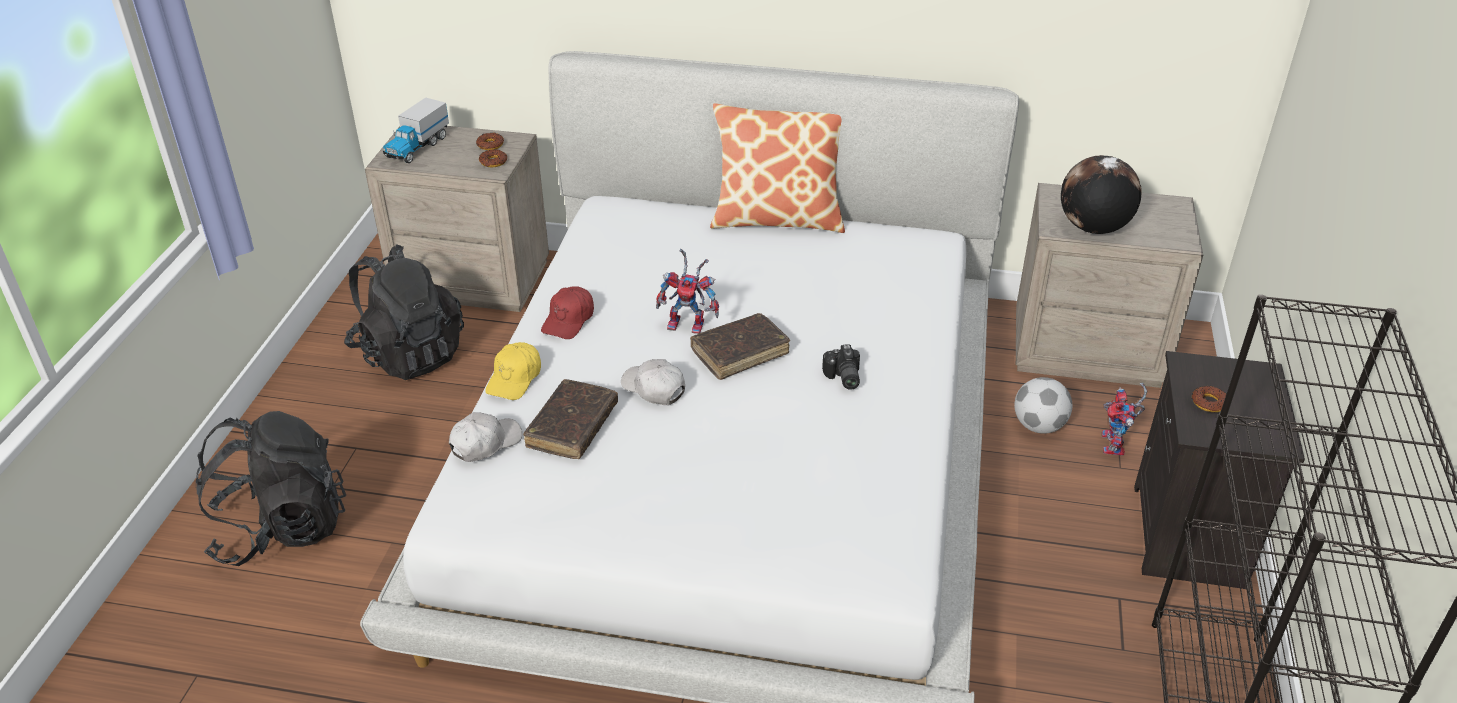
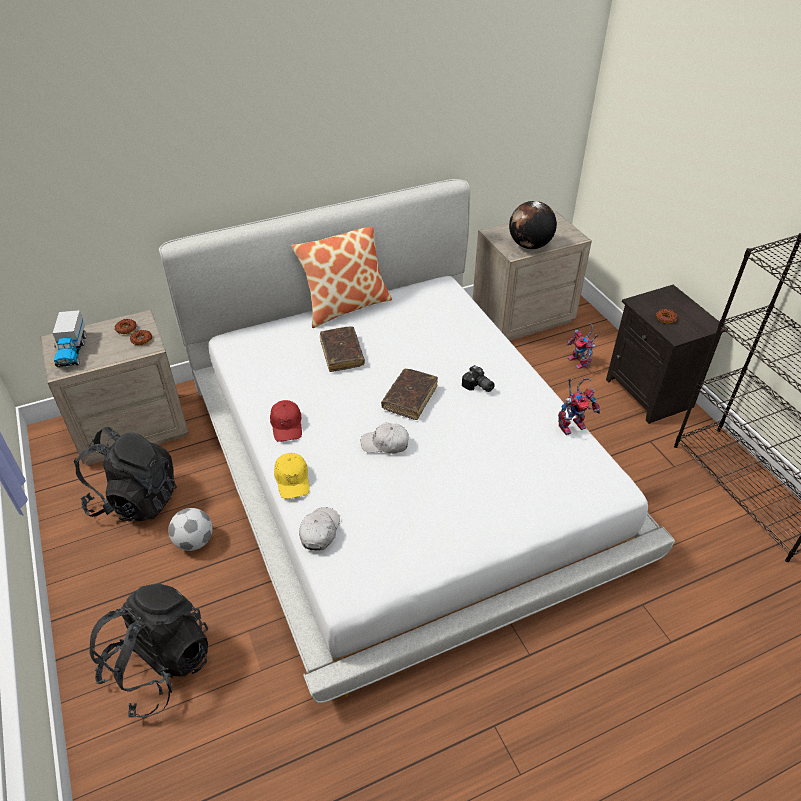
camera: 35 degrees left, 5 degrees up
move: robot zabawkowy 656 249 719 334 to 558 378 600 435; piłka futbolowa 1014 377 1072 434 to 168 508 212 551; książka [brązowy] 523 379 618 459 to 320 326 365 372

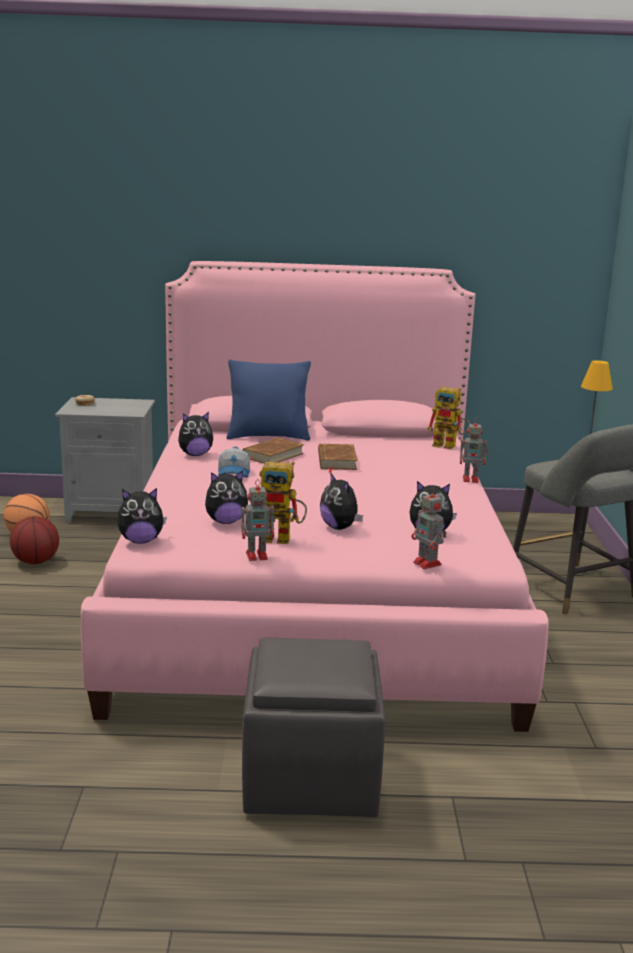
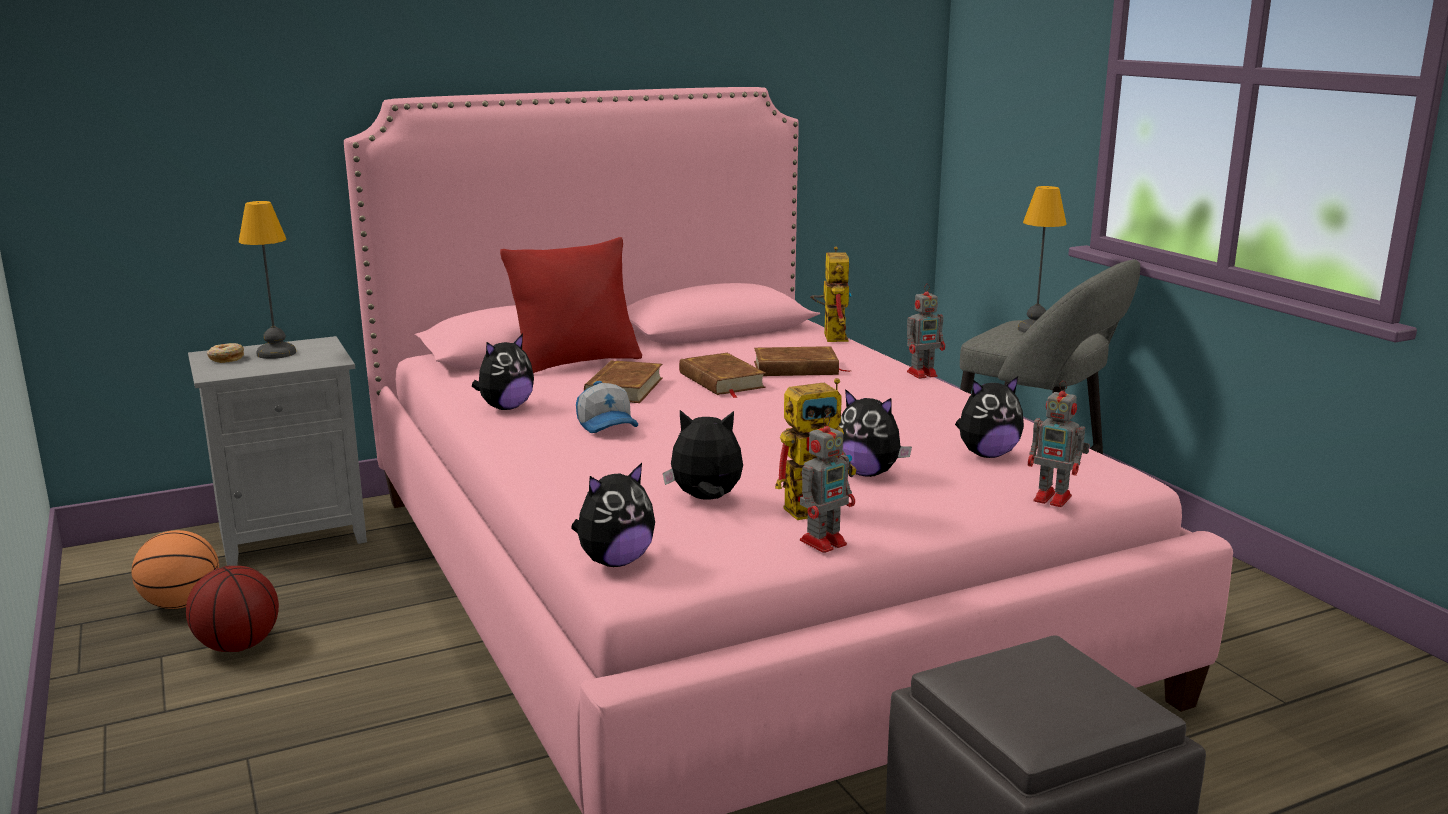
camera: 25 degrees left, 0 degrees up
insert: lampa stołowa 239 201 296 359; książka [brązowy] 754 346 851 376
recolor: poduszka [niebieski] 227 359 311 440 to poduszka [czerwony] 500 237 642 373
rotate: robot zabawkowy 427 387 470 449 = 810 247 852 342 90 degrees counterclockwise; pluszak 205 470 248 524 = 663 410 743 500 135 degrees counterclockwise

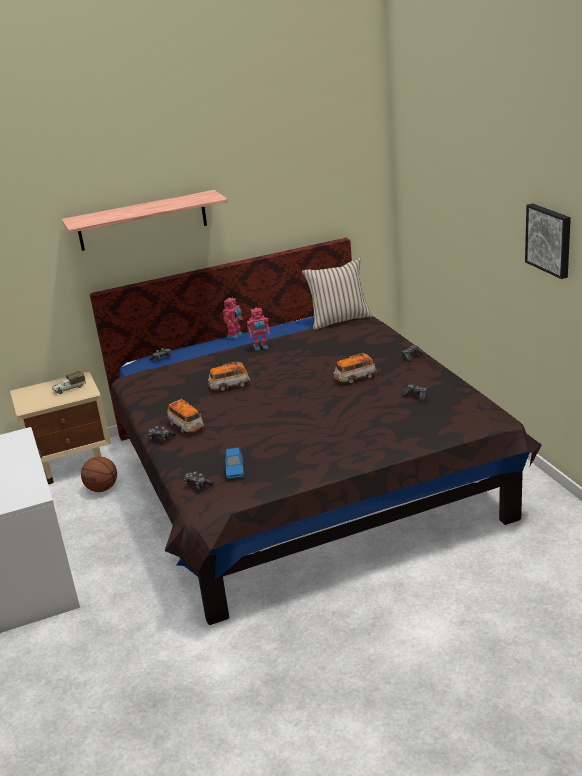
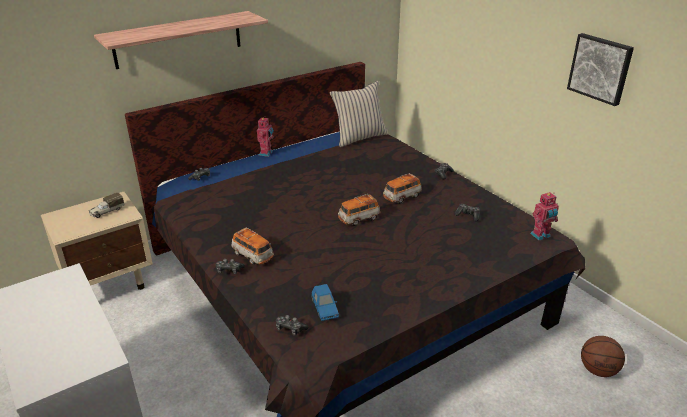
camera: 15 degrees left, 5 degrees up
move: robot zabawkowy 247 307 270 351 to 530 192 559 240; samochodzik 208 361 250 392 to 338 194 381 226; piłka do koszykówki 81 456 117 492 to 581 336 625 377

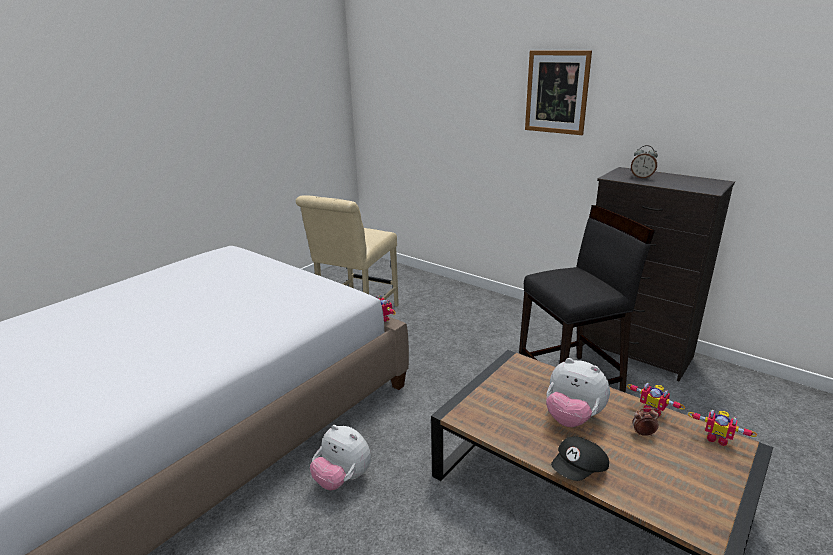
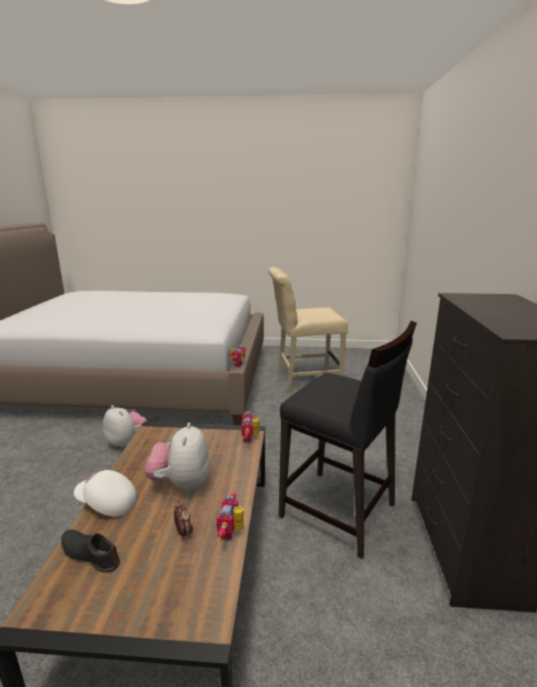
camera: 55 degrees right, 5 degrees down
delete: obraz 525 50 592 135; budzik 631 145 658 179
insert: but [czarny] 61 530 120 572
move: robot zabawkowy 688 410 757 446 to 241 411 259 443
recolor: czapka z daszkiem [czarny] 551 436 609 481 to czapka z daszkiem [biały] 74 470 137 516
rotate: pluszak 310 425 371 491 = 103 405 147 448 135 degrees clockwise

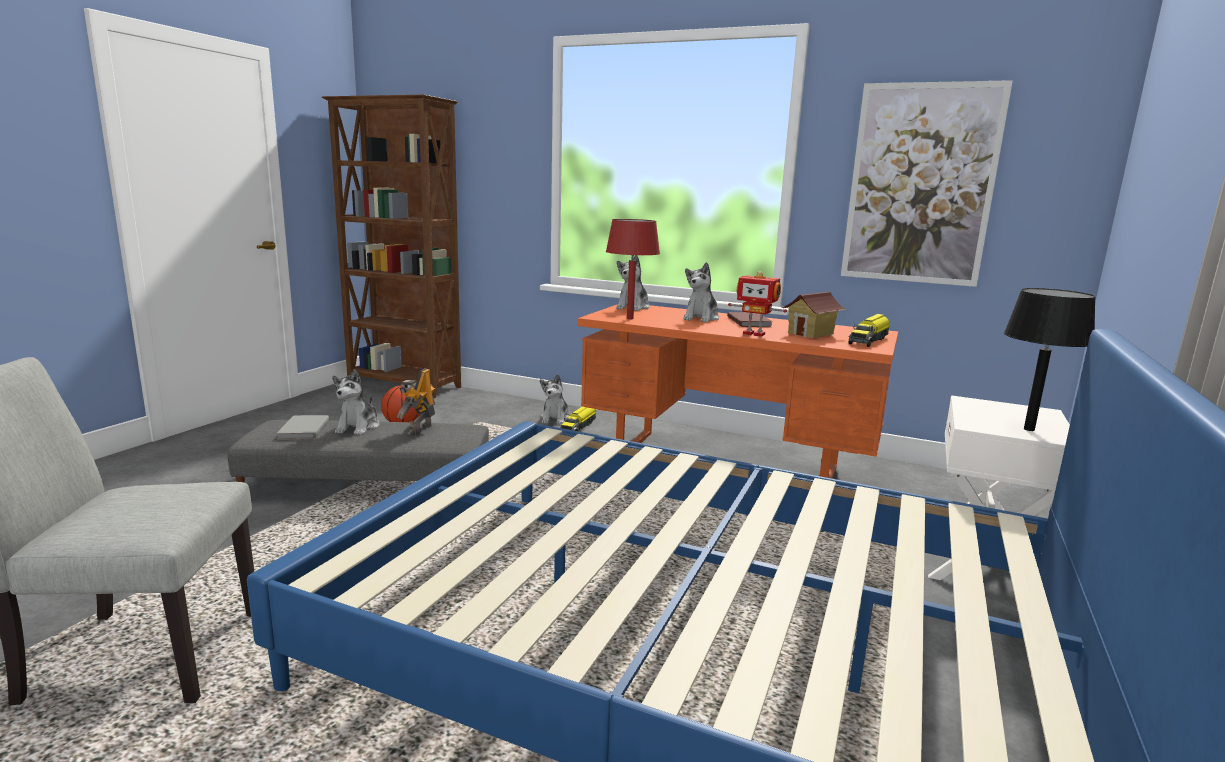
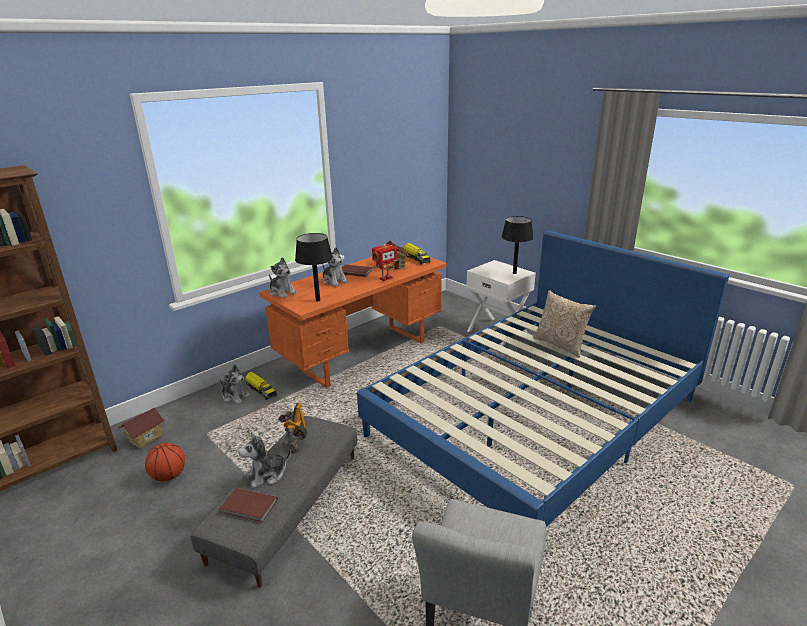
camera: 65 degrees left, 10 degrees up
delete: obraz 841 80 1013 287
insert: poduszka 533 290 596 358; domek 118 407 165 449
recolor: lampa stołowa [czerwony] 606 219 660 319 to lampa stołowa [czarny] 295 233 333 301; książka [szary] 276 415 329 440 to książka [brązowy] 220 488 278 523
rotate: robot zabawkowy 397 368 435 436 = 278 403 308 454 60 degrees clockwise; pluszak 332 369 379 435 = 238 432 291 488 120 degrees clockwise

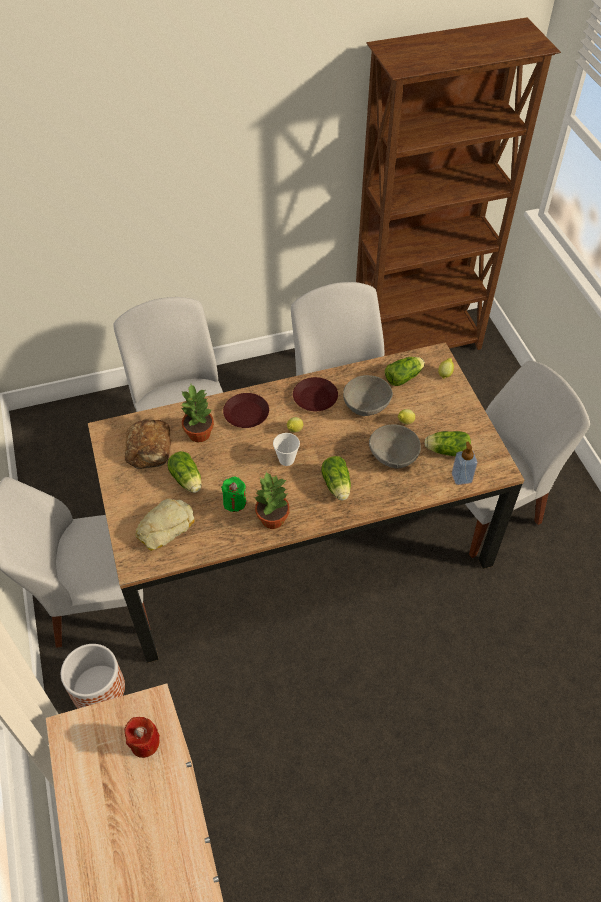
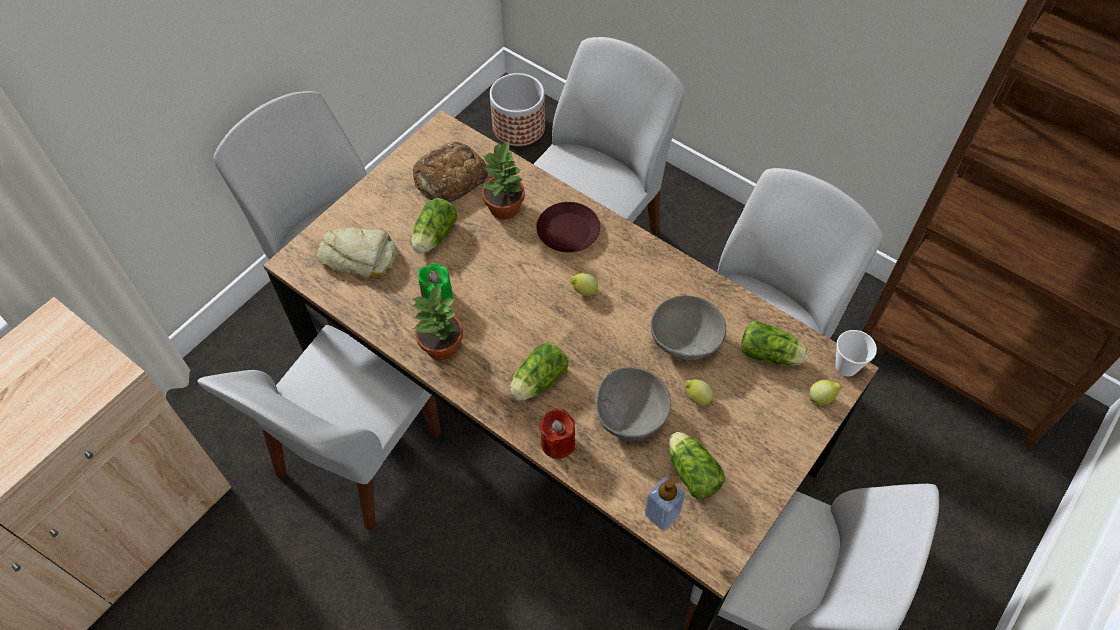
camera: 55 degrees right, 5 degrees up
delete: talerz [brązowy] 293 377 338 411
insert: krzesło [biały] 197 325 441 531
move: filiżanka 273 433 300 466 to 835 330 877 376; donica 61 644 125 709 to 490 73 545 147; świeca [czerwony] 124 717 160 758 to 539 408 575 459

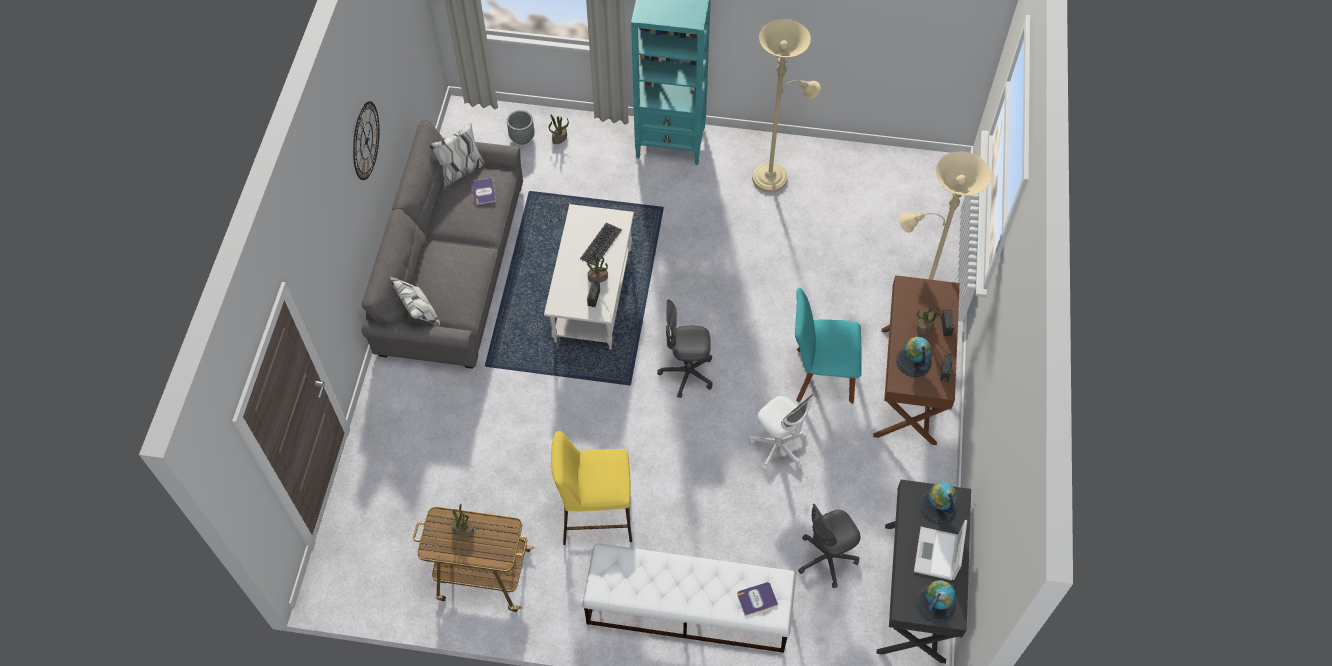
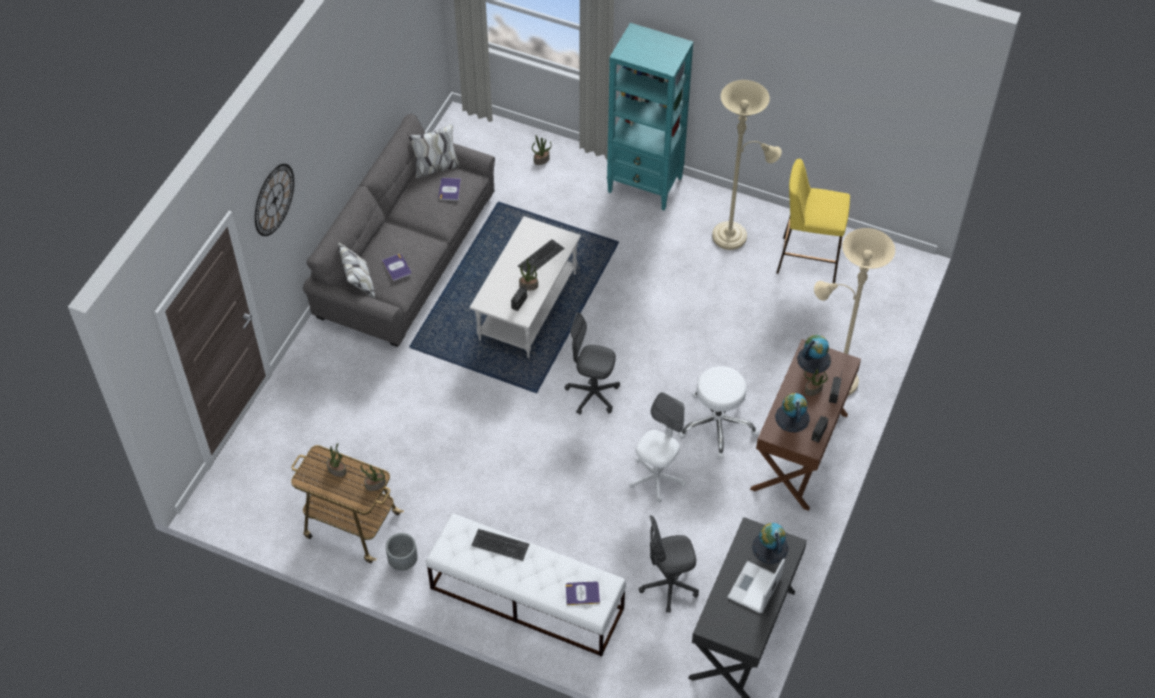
camera: 15 degrees right, 5 degrees down
insert: książka 382 254 411 281; roślina doniczkowa 361 465 386 491; klawiatura 471 529 529 561
move: zegar ścienny 353 101 380 180 to 255 164 294 236; donica [szary] 507 110 535 145 to 386 533 418 571; stołek [żółty] 551 431 632 545 to 776 159 850 283; globus 916 580 956 623 to 797 335 831 373
replace: krzesło [turkusowy] 795 288 862 404 to stołek [biały] 678 366 759 459
rotate: krzesło biurowe [biały] 749 394 814 471 = 630 392 686 503 120 degrees counterclockwise

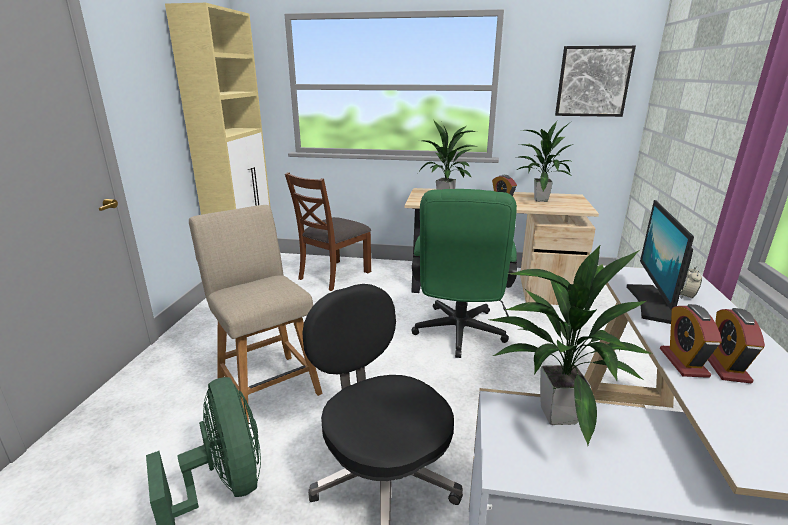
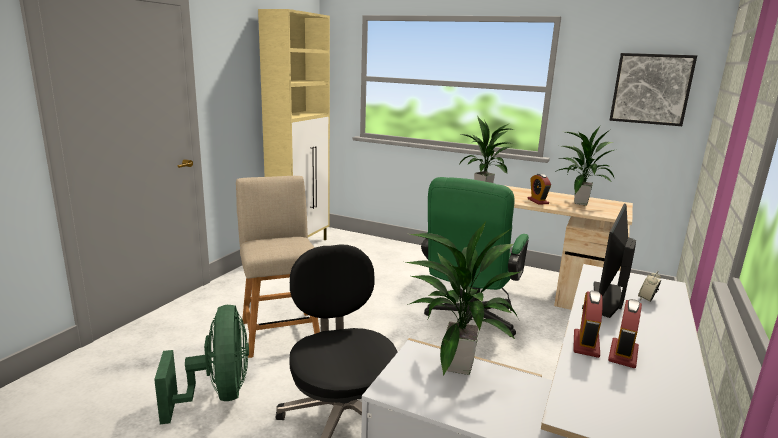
camera: 15 degrees right, 5 degrees down
delete: krzesło [brązowy] 285 172 371 291

